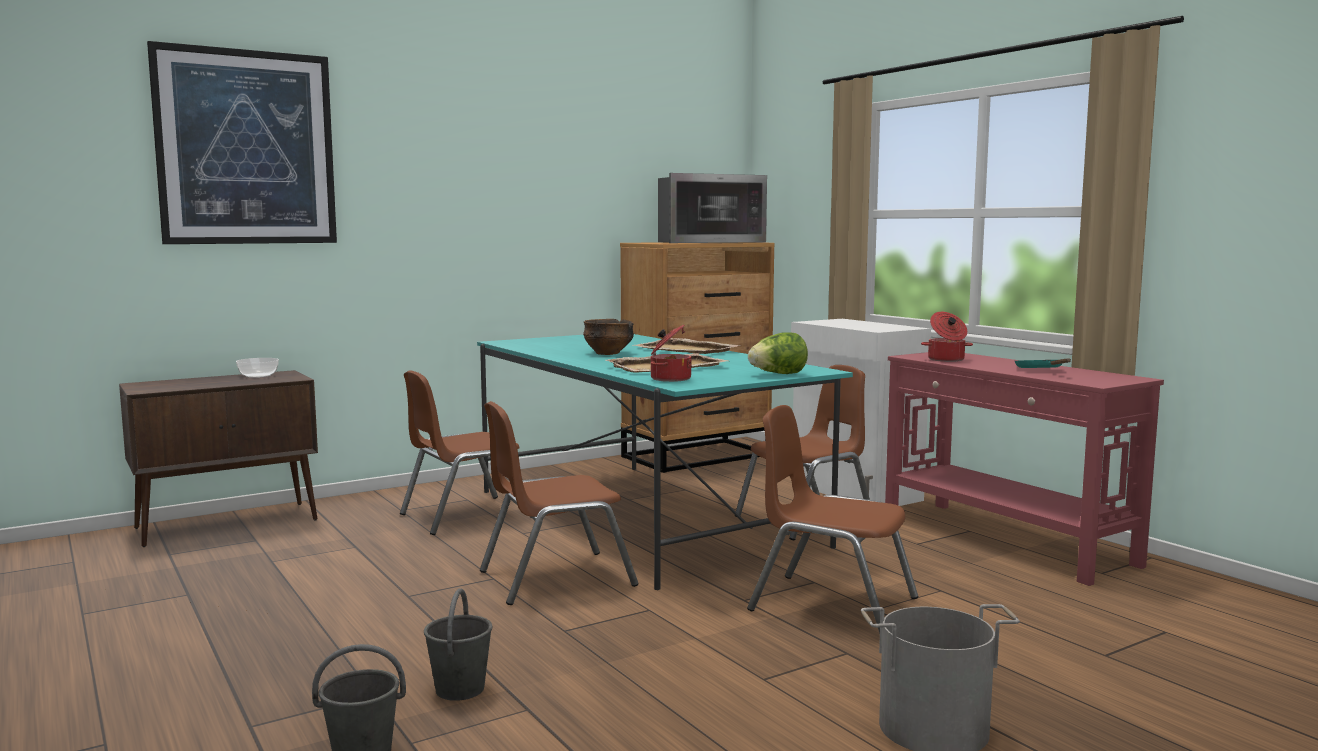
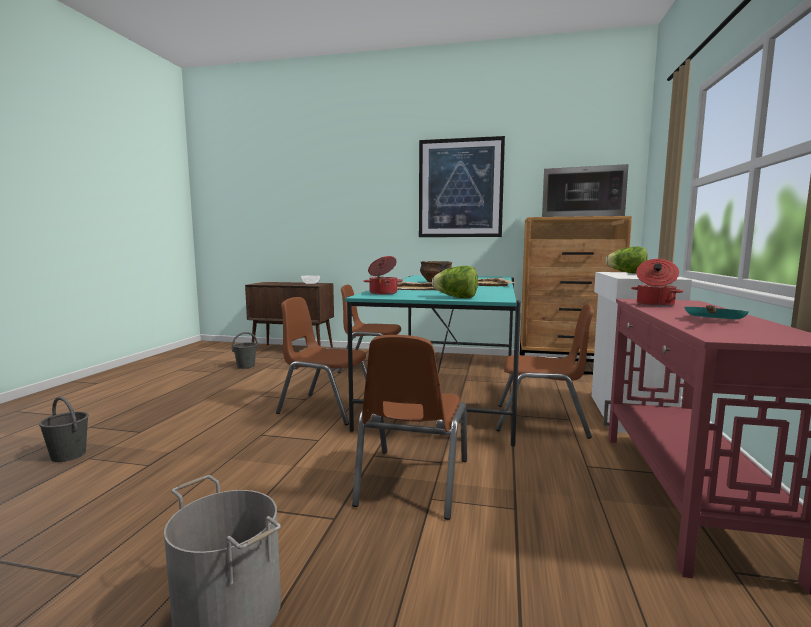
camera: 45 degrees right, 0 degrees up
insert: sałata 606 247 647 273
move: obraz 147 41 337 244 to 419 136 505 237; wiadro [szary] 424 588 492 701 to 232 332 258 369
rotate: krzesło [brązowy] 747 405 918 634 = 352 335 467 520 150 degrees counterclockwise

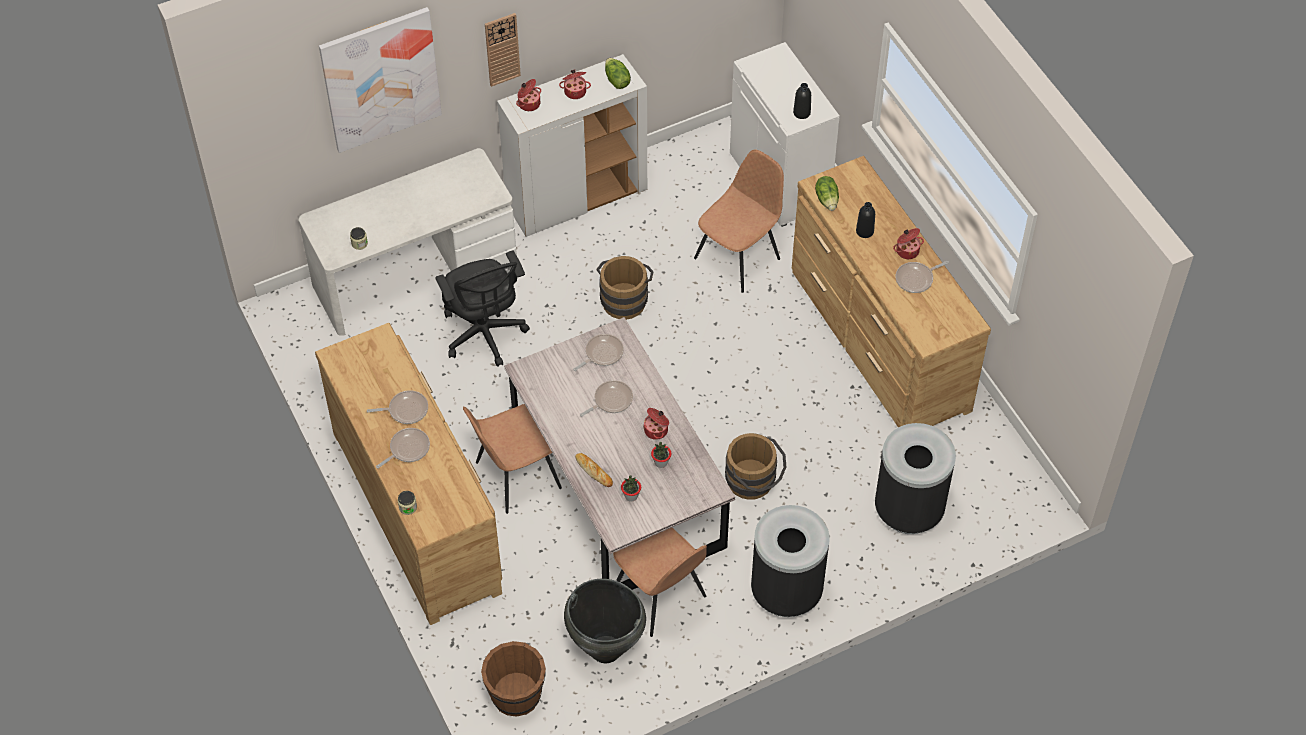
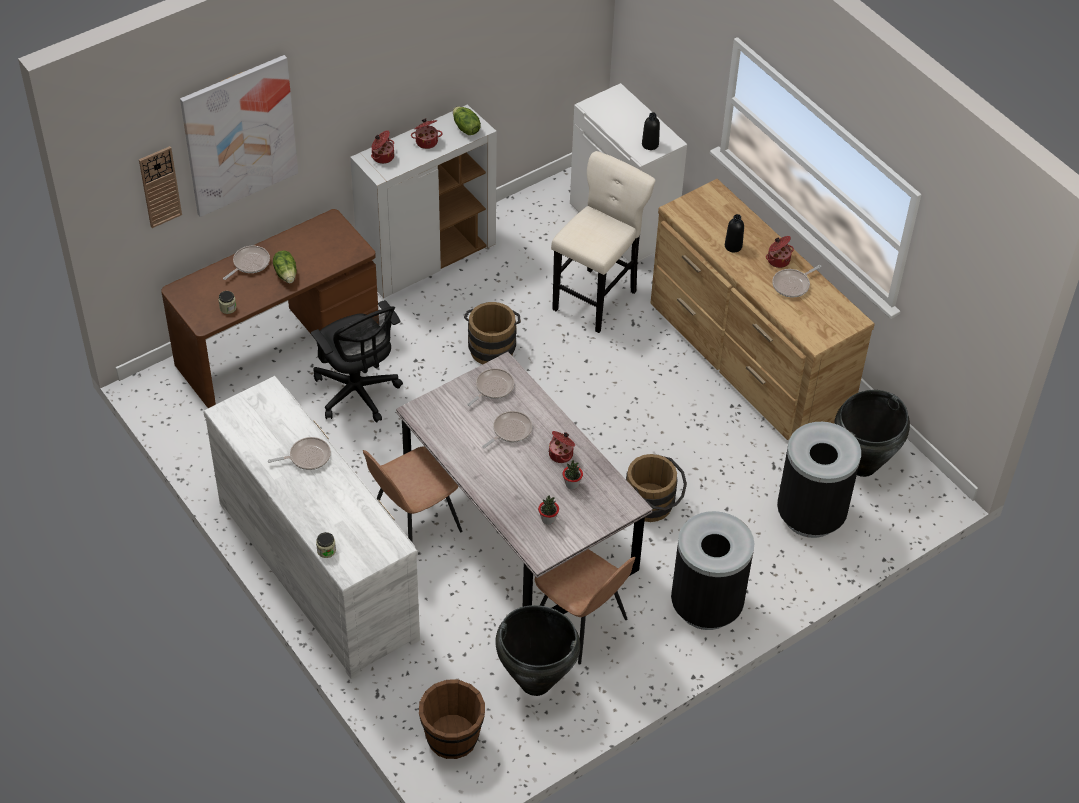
camera: 10 degrees left, 5 degrees down
delete: chleb 575 453 613 487
insert: wazon [czarny] 834 390 910 477
move: zegar ścienny 485 13 521 87 to 139 146 182 228; sałata 815 176 839 211 to 273 251 297 283; patelnia 376 428 430 469 to 223 246 270 280
replace: krzesło [brązowy] 694 150 784 293 to stołek [beżowy] 551 151 656 333
recolor: biurko [biały] 299 148 517 336 to biurko [brązowy] 161 209 379 408; komoda [brązowy] 315 323 502 625 to komoda [biały] 203 376 420 679

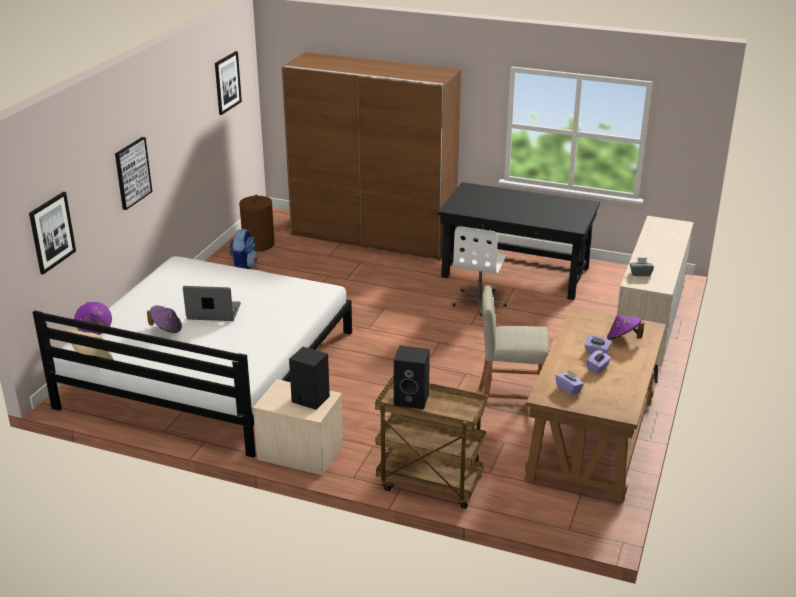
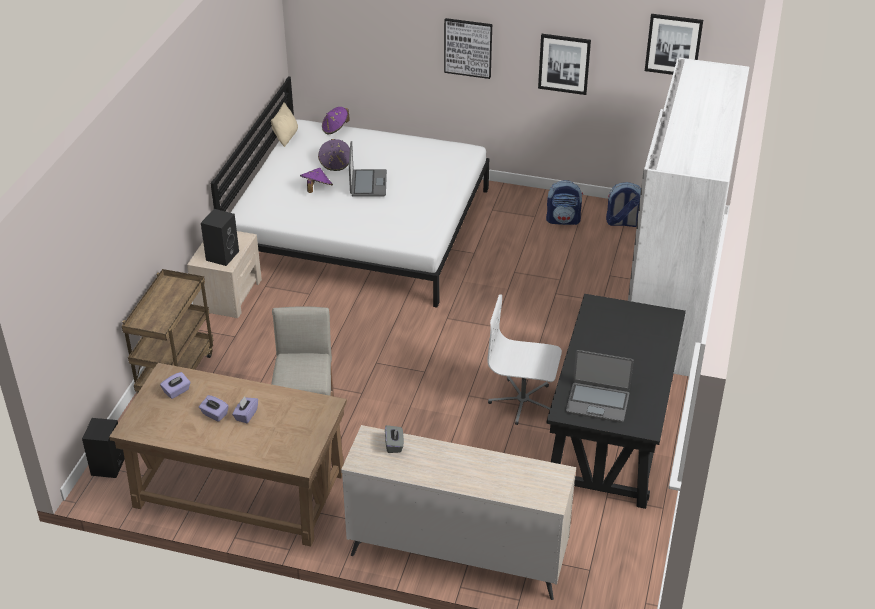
camera: 85 degrees right, 10 degrees up
insert: laptop 566 350 634 423
move: obraz 29 192 76 274 to 538 34 591 95; kapelusz [fioletowy] 607 315 644 339 to 300 168 333 193; głośnik [czarny] 394 346 430 409 to 82 418 125 478
replace: kosz na pranie [brązowy] 239 194 275 252 to plecak 606 182 641 227
recolor: szafa [brązowy] 282 52 461 261 to szafa [biały] 628 58 749 376

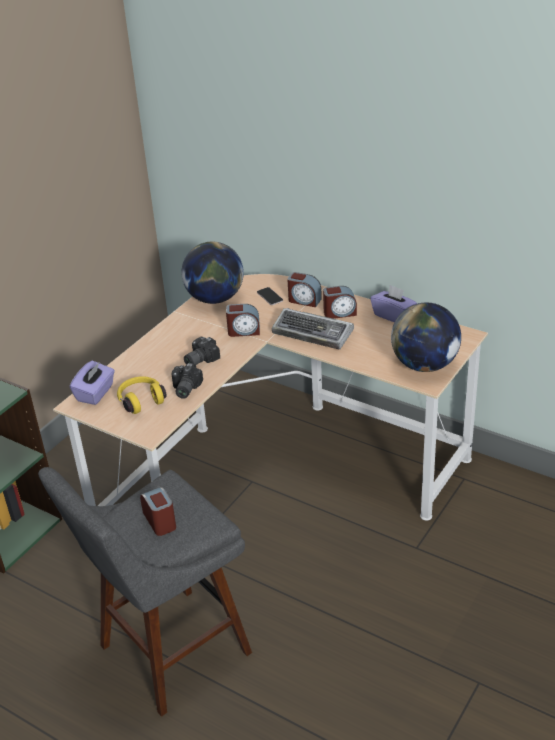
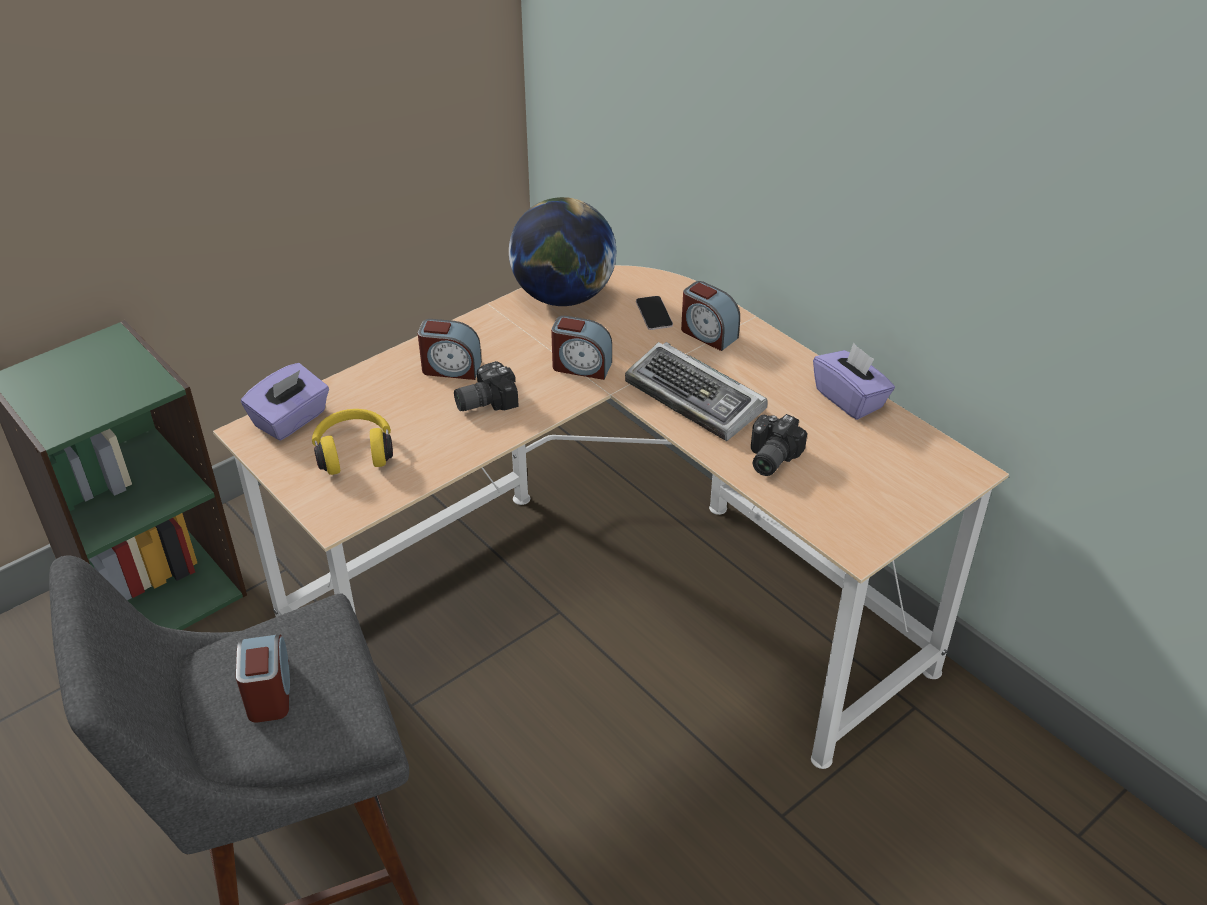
camera: 15 degrees right, 5 degrees up
delete: globus 391 302 461 372
move: budzik 323 286 357 319 to 418 319 482 380; aparat fotograficzny 172 363 203 399 to 751 414 807 476

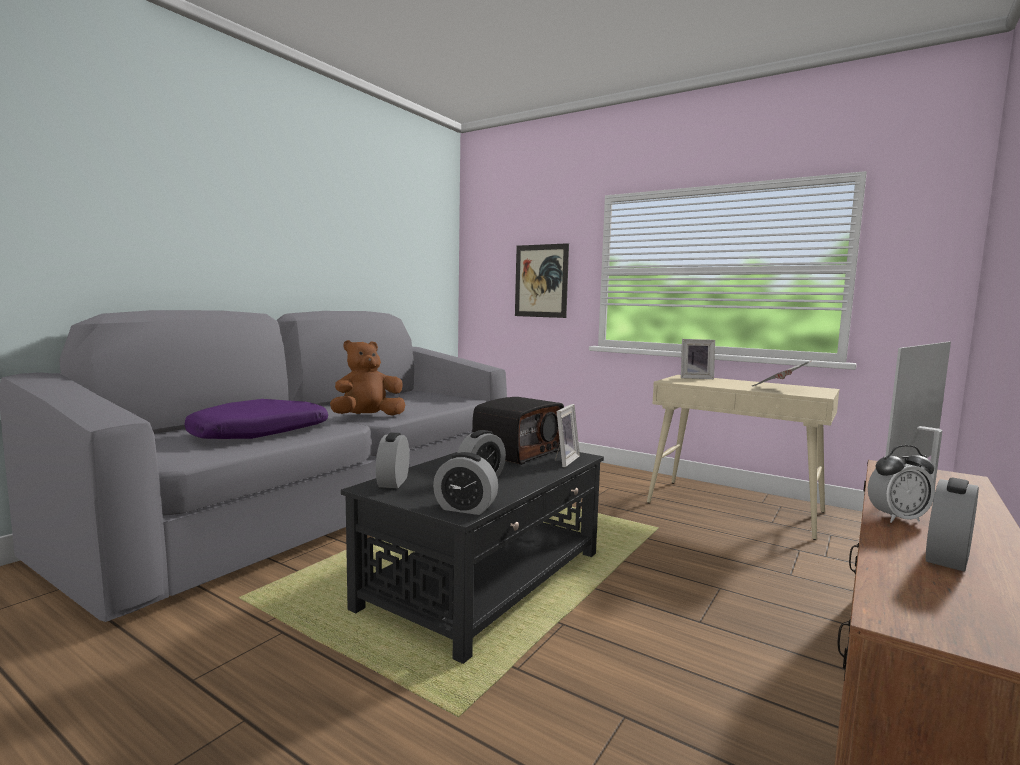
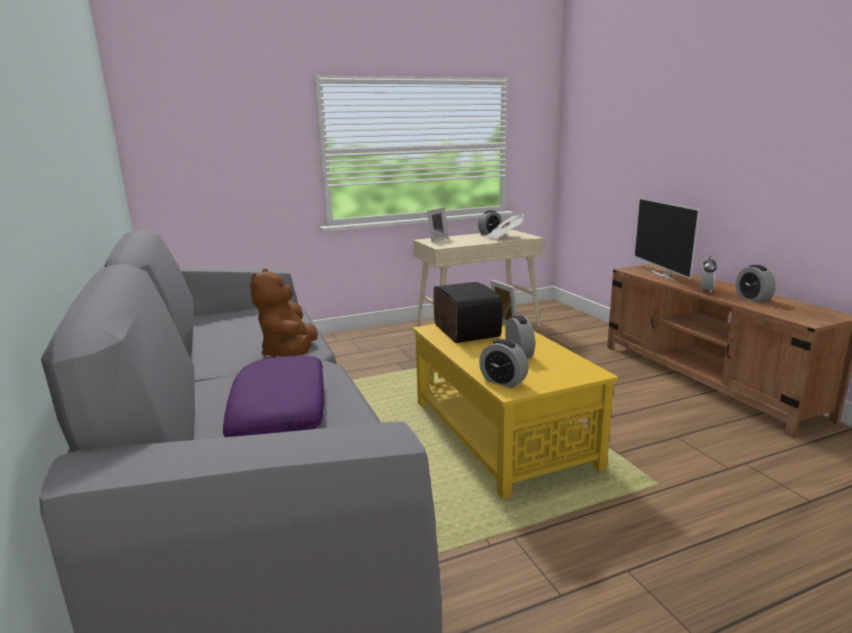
camera: 55 degrees left, 10 degrees up
delete: obraz 515 243 569 318
move: budzik 433 452 498 515 to 478 210 502 235
recolor: ława [czarny] 341 450 604 664 to ława [żółty] 413 322 619 499

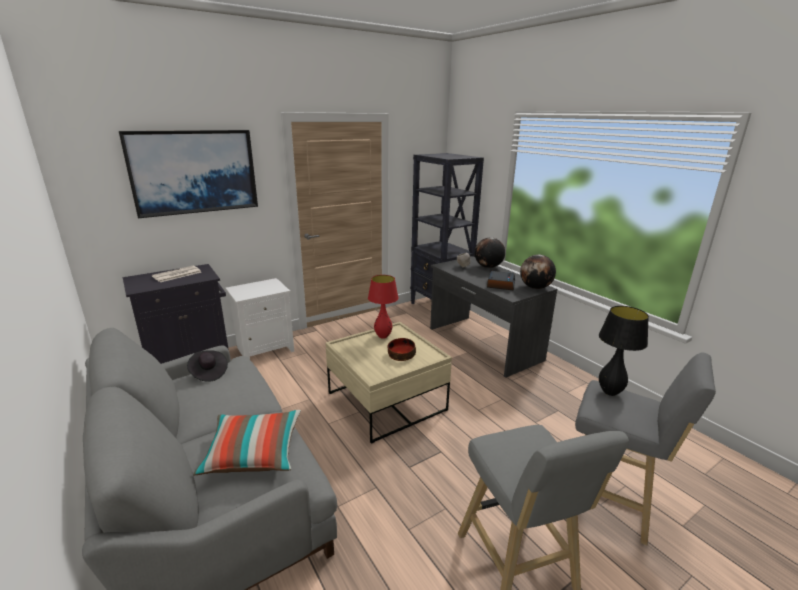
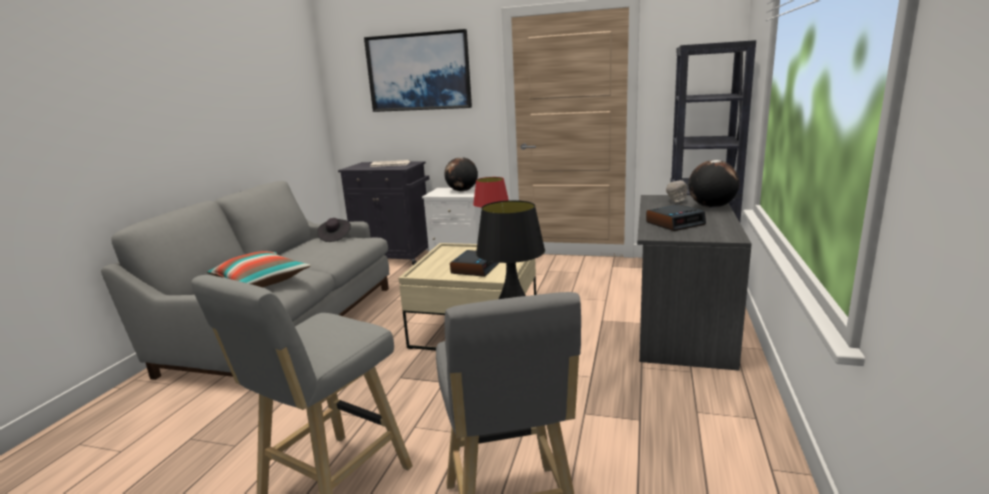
camera: 50 degrees right, 5 degrees down
move: globus 520 255 556 289 to 445 157 478 191
replace: miska 388 338 416 361 to budzik 450 250 499 277

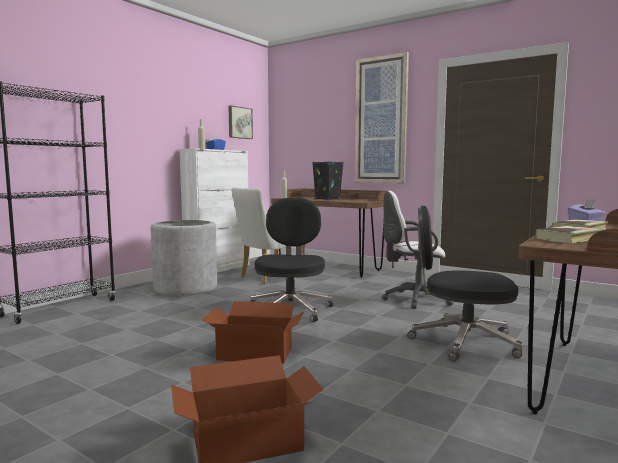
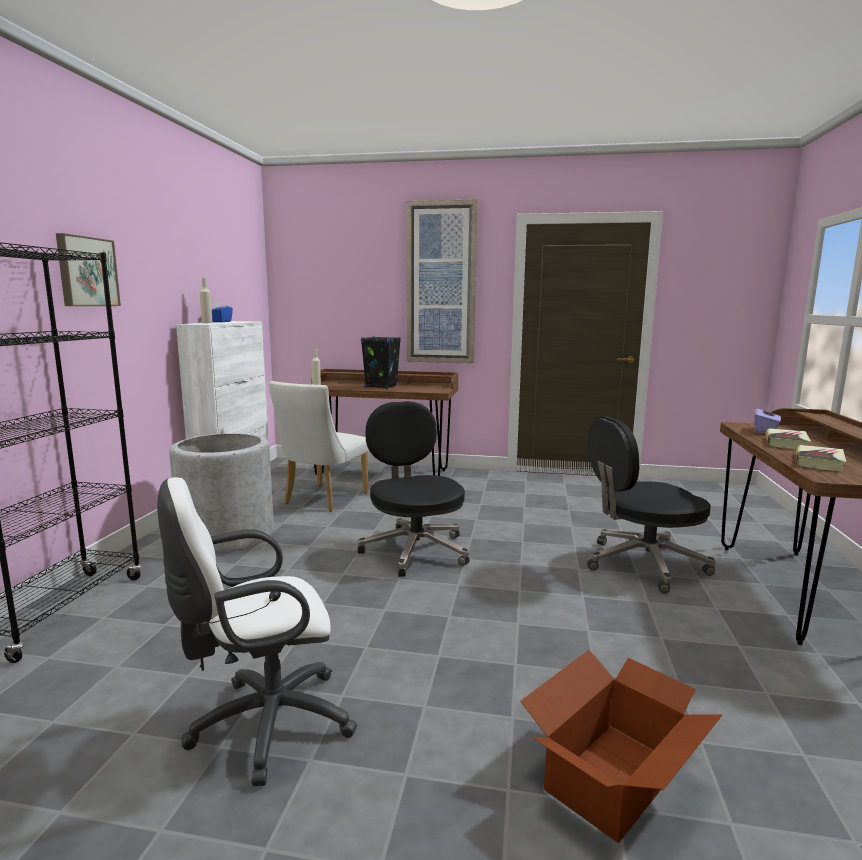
camera: 25 degrees left, 5 degrees up
delete: karton 202 301 305 364
move: obraz 228 105 253 139 to 56 233 121 306; krzesło biurowe [biały] 382 191 454 309 to 157 477 357 786

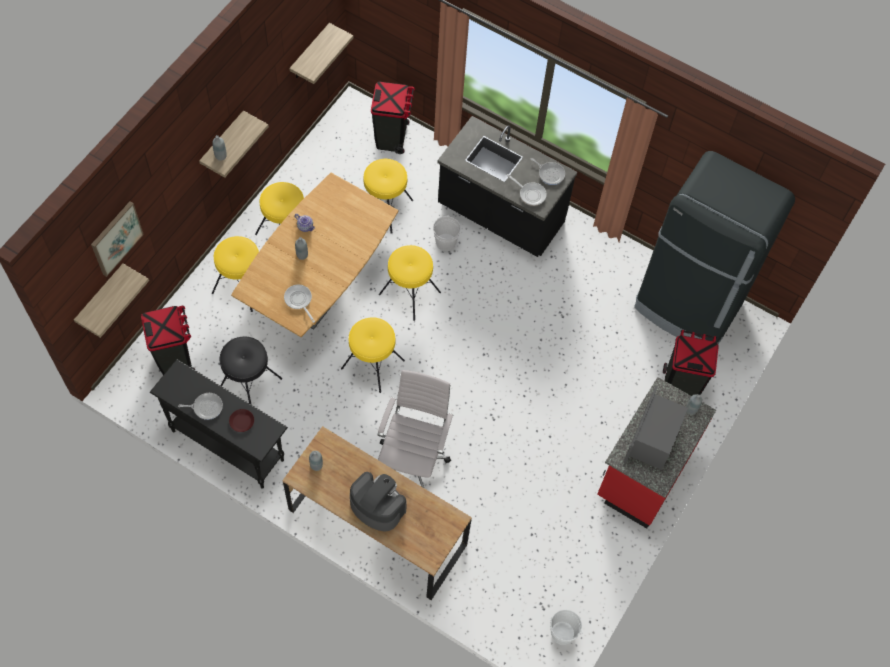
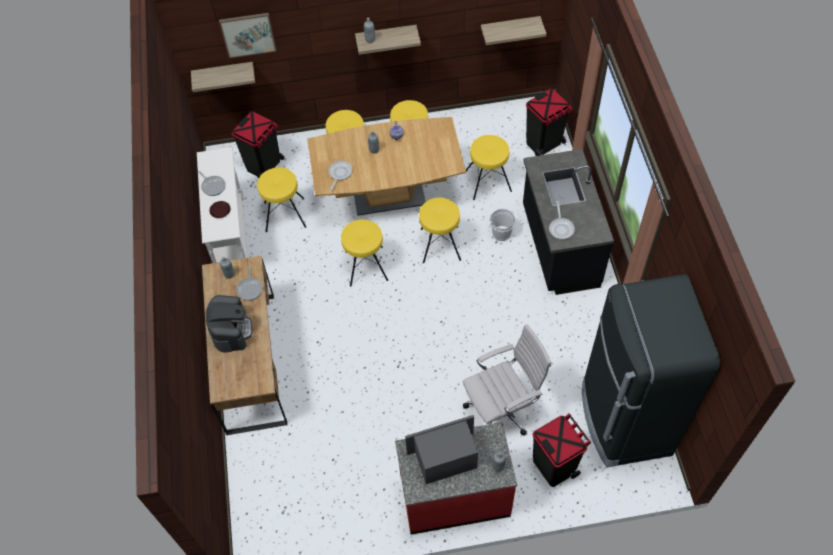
camera: 55 degrees right, 5 degrees down
delete: wiadro [biały] 549 610 583 645
move: patelnia 531 158 565 185 to 236 266 262 301; krzesło biurowe [biały] 378 370 454 488 to 463 324 551 435
recolor: stołek [czarny] 220 336 282 404 to stołek [żółty] 257 167 306 232; stolik konsolowy [czarny] 150 359 288 489 to stolik konsolowy [biały] 197 147 247 263

